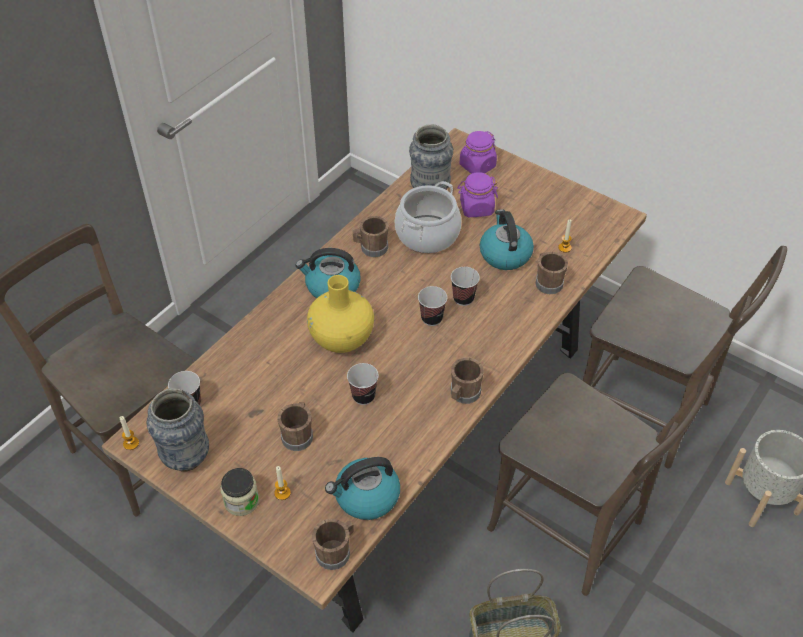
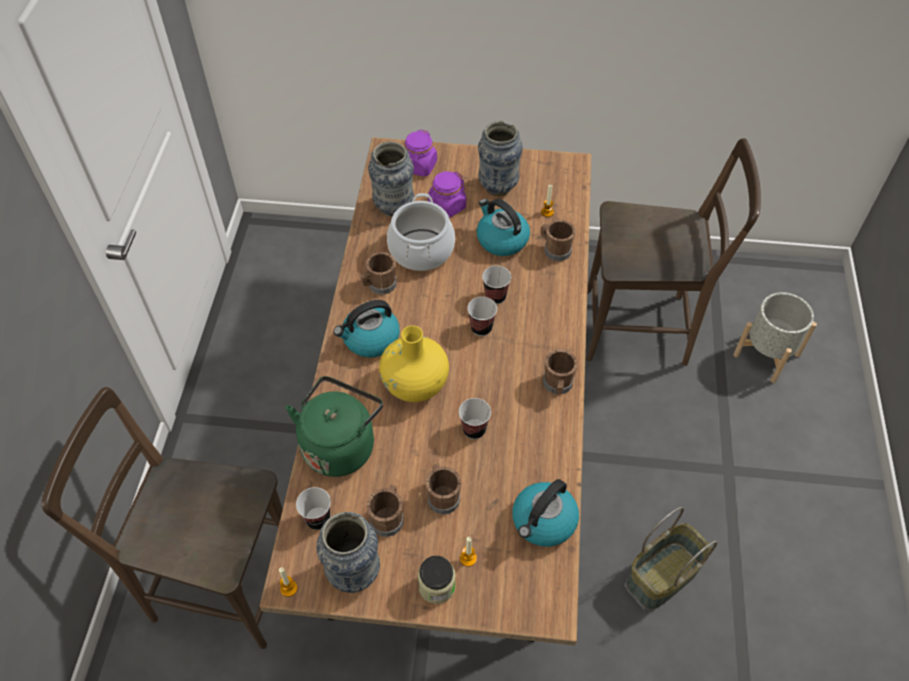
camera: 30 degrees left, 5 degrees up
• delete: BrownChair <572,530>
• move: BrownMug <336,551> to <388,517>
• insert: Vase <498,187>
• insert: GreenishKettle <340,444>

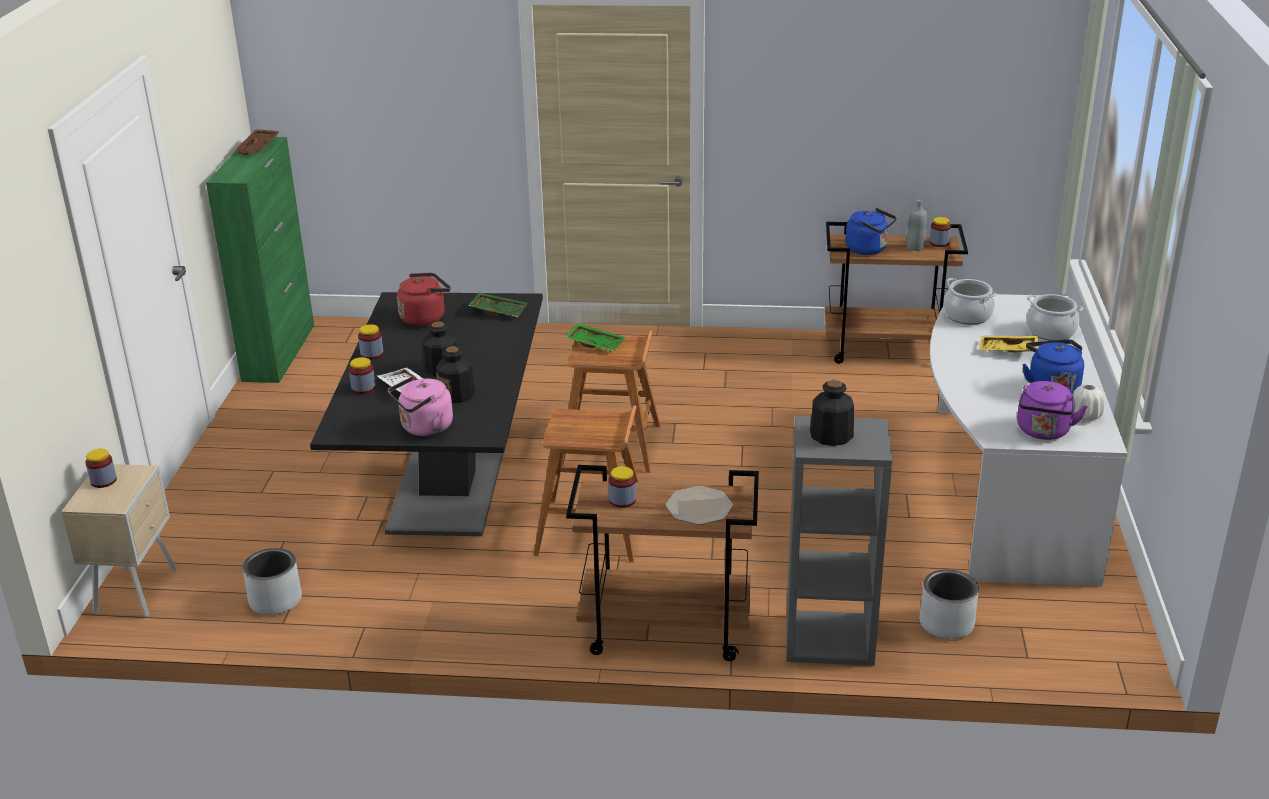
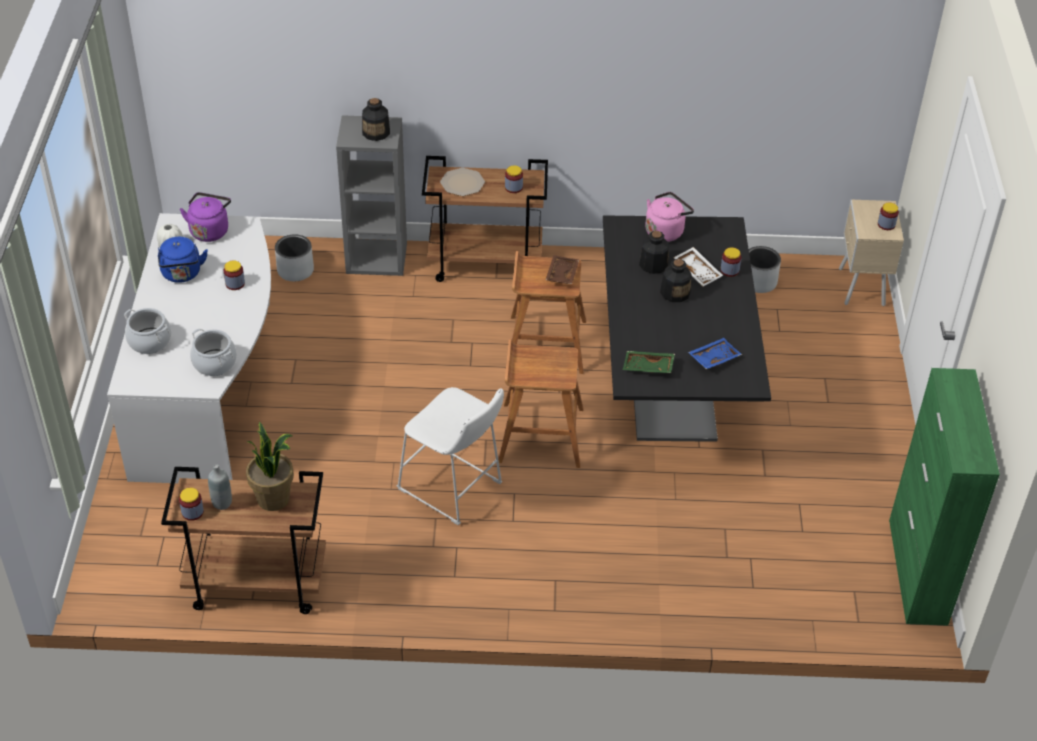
camera: 175 degrees right, 15 degrees up
• move: BrownTray <259,148> to <561,274>
• replace: BlueKettle <869,249> to PlantInAPot <274,498>
• replace: RedColouredKettle <425,317> to BlueTray <713,358>
• delete: GreenishTray <596,343>
• move: PreserveJar <372,354> to <235,284>
• delete: YellowishTray <1007,351>
• insert: WhiteSittingStool <453,489>

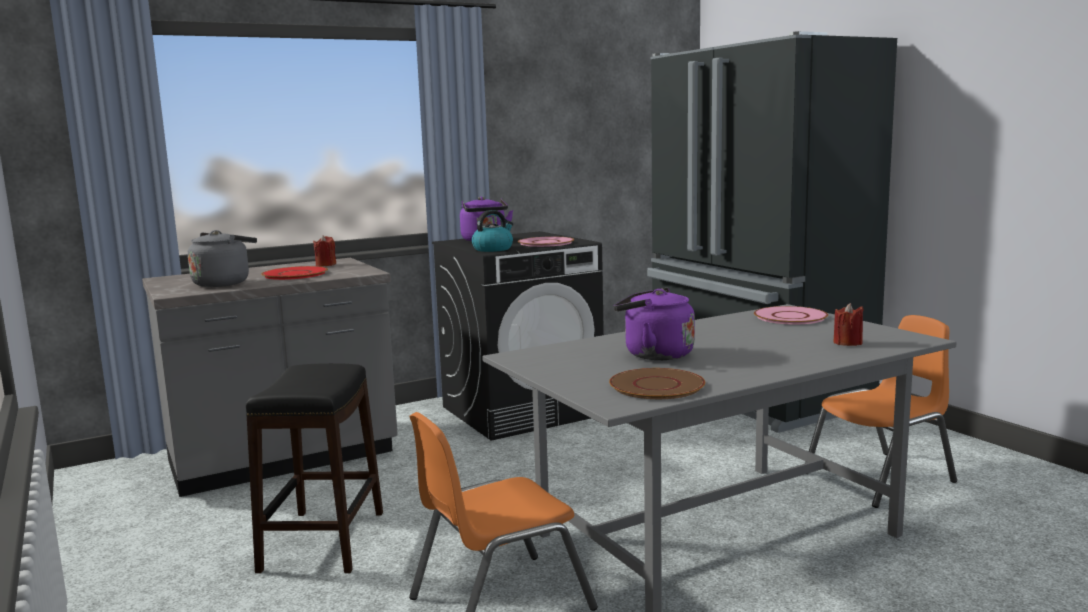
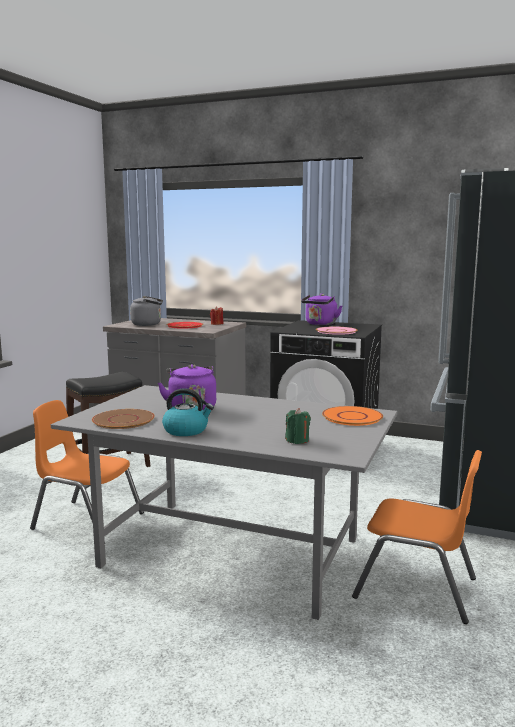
camera: 50 degrees right, 0 degrees up
• move: Kettle <493,249> to <186,430>
• recolor: RedColouredCandle <847,343> to GreenishCandle <297,440>
• recolor: PinkFlatDish <789,317> to OrangeFlatDish <352,417>

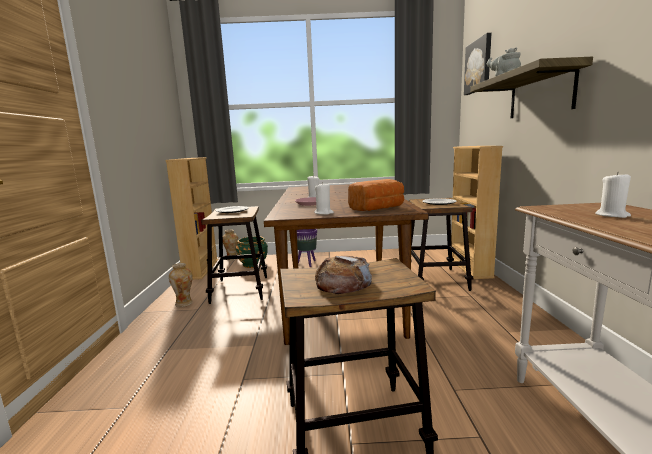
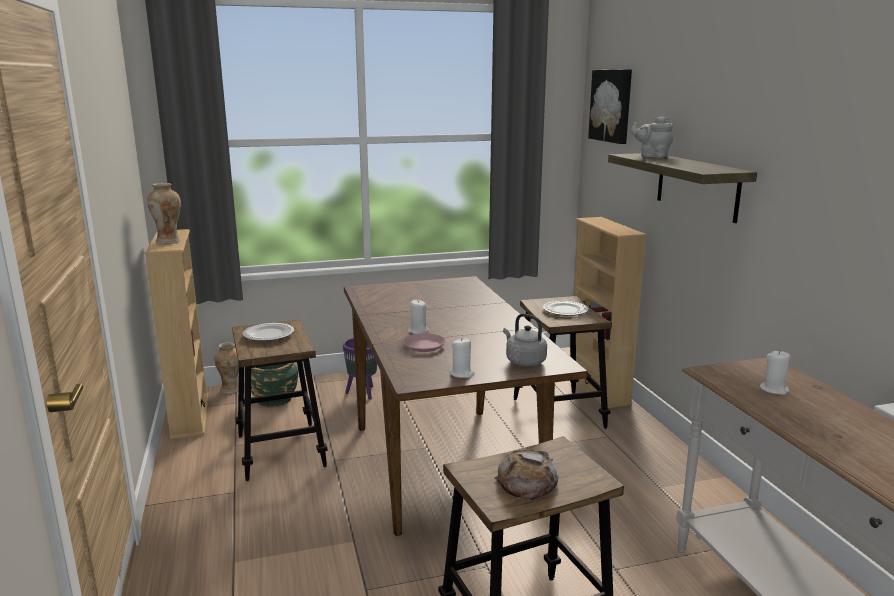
camera: 15 degrees left, 5 degrees up
• replace: BakedBread <378,209> to GreyKettle <524,361>
• move: Vase <184,303> to <168,242>

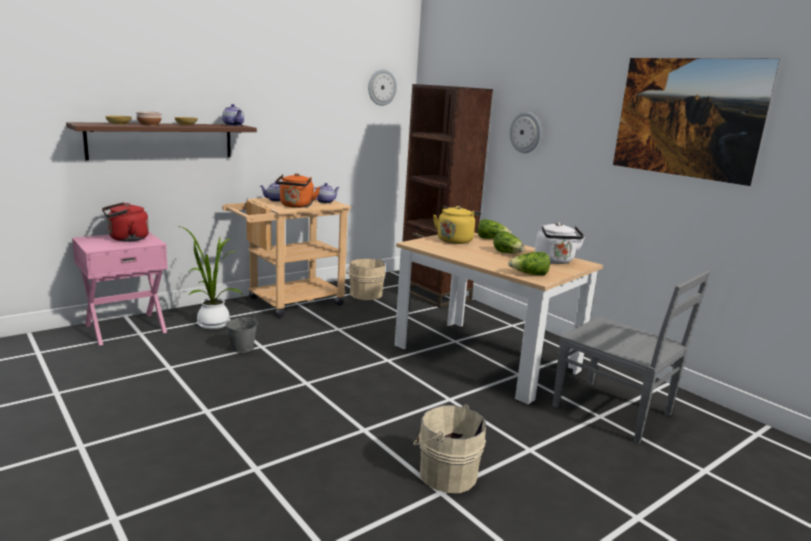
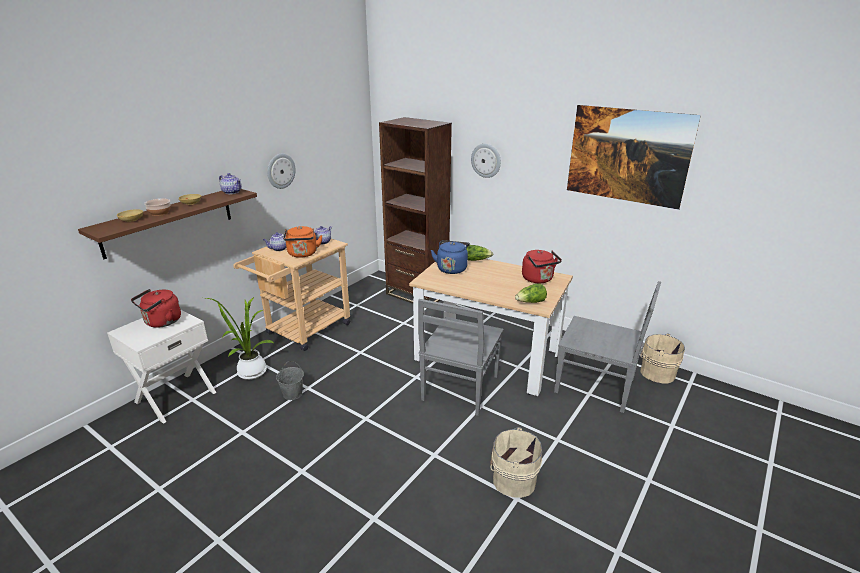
camera: 15 degrees left, 10 degrees up
• move: WallClock <381,87> to <280,171>
• recolor: YellowishKettle <455,240> to BlueKettle <452,268>
• recolor: WhiteKettle <555,261> to RedColouredKettle <538,279>
• delete: LettuceHead <508,253>
• recolor: PinkBedsideTable <125,328> to WhiteBedsideTable <175,396>
• move: SandColouredWaterBucket <365,294> to <656,372>
• insert: GreyChair <459,389>

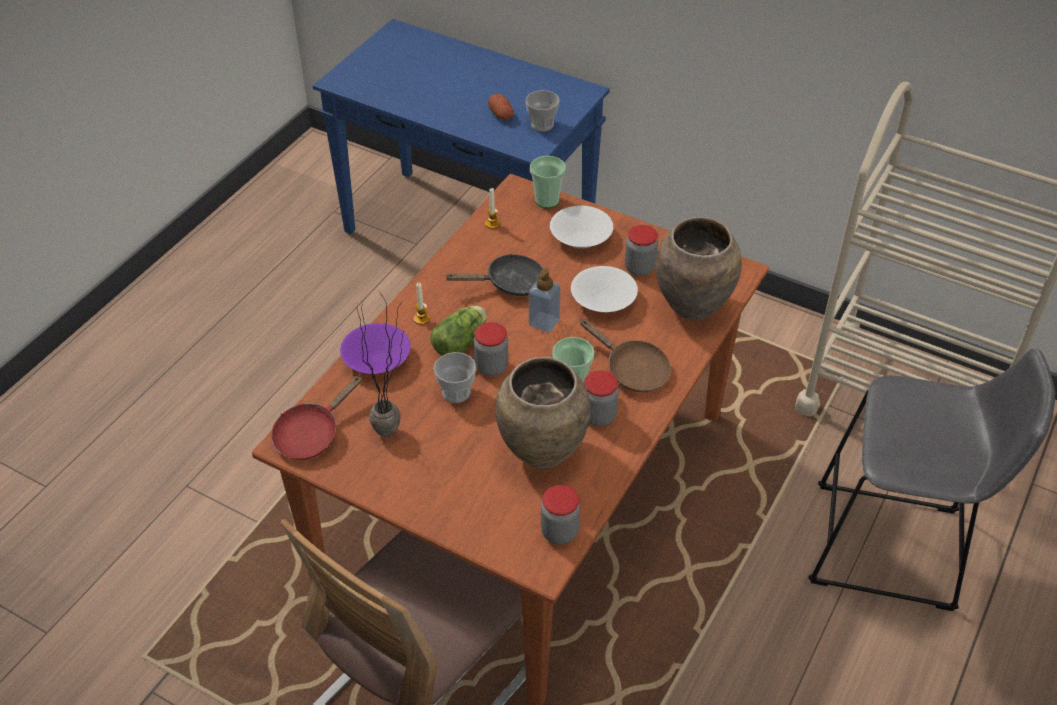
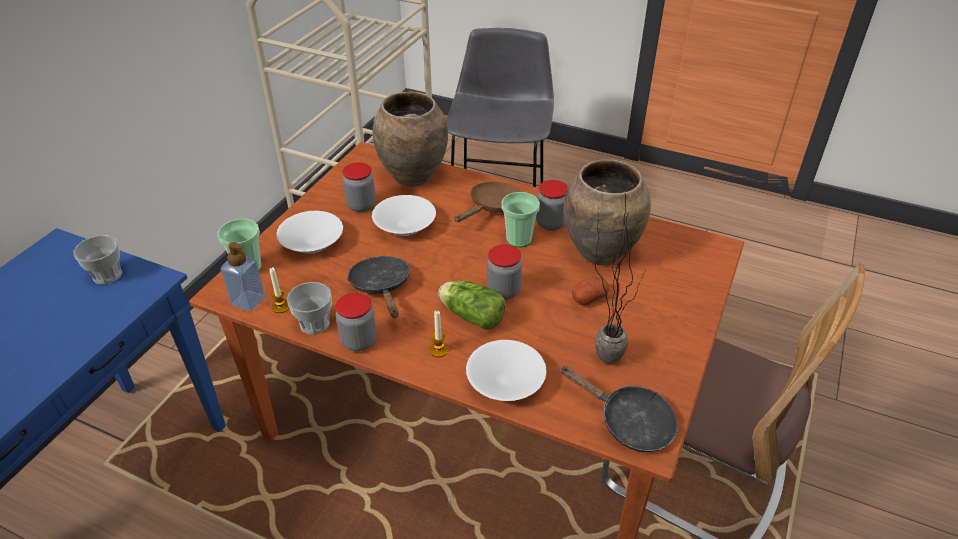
camera: 95 degrees left, 5 degrees down
• move: Spud <501,114> to <589,298>
• move: SoapDispenser <544,322> to <248,301>
• recolor: PurplishBowl <377,358> to WhiteBowl <504,380>
• move: DrinkingCup <456,392> to <314,324>
• recolor: RedColouredSkillet <311,434> to BlackColouredSkillet <629,422>
• move: PreserveJar <559,532> to <359,341>

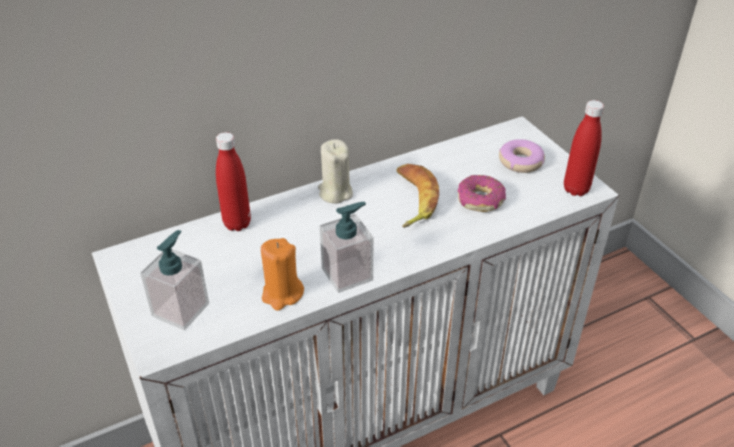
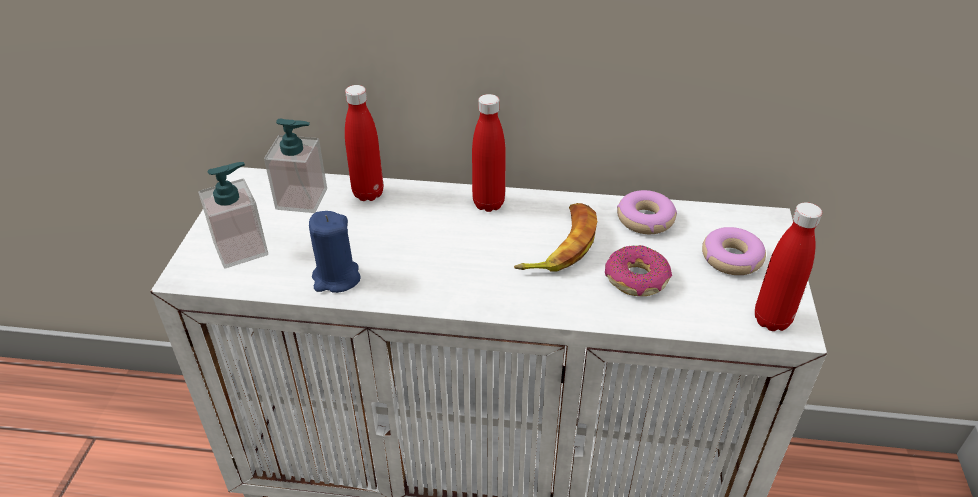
camera: 35 degrees right, 0 degrees up
• replace: SandColouredCandle <335,192> to RedColouredBottle <488,204>
• move: SoapDispenser <347,274> to <302,199>
• recolor: OrangeCandle <282,294> to BlueCandle <336,278>
• insert: Donut <645,219>

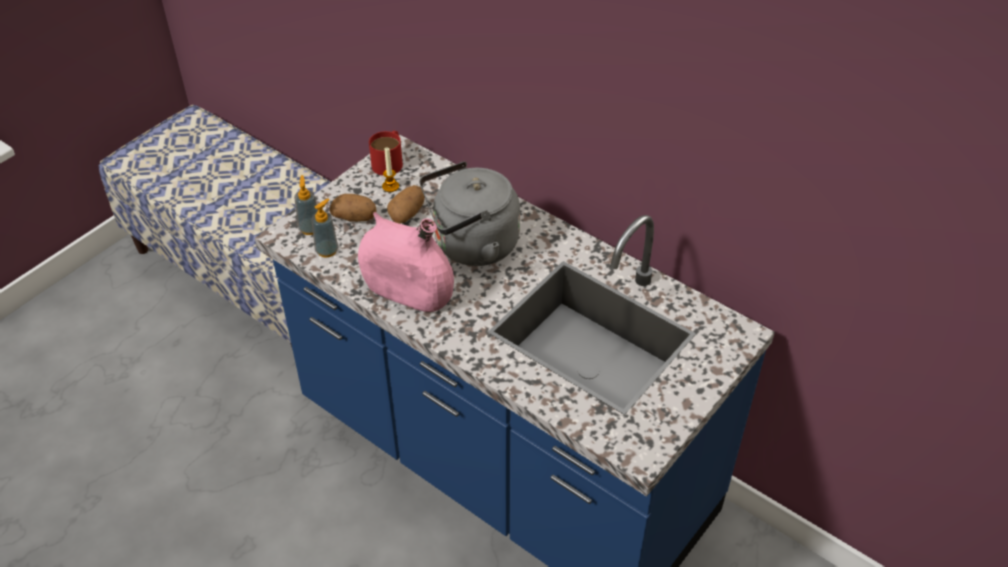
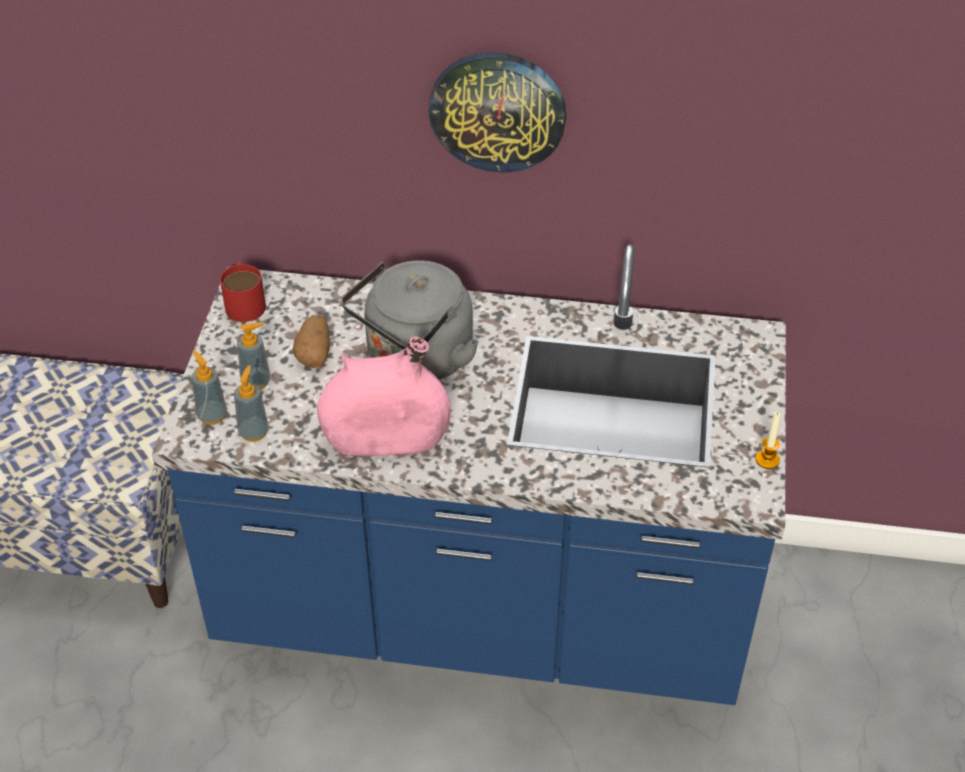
camera: 30 degrees left, 0 degrees up
• move: Candle <390,186> to <767,460>
• replace: Spud <355,217> to SoapDispenser <256,381>
• insert: WallClock <497,111>

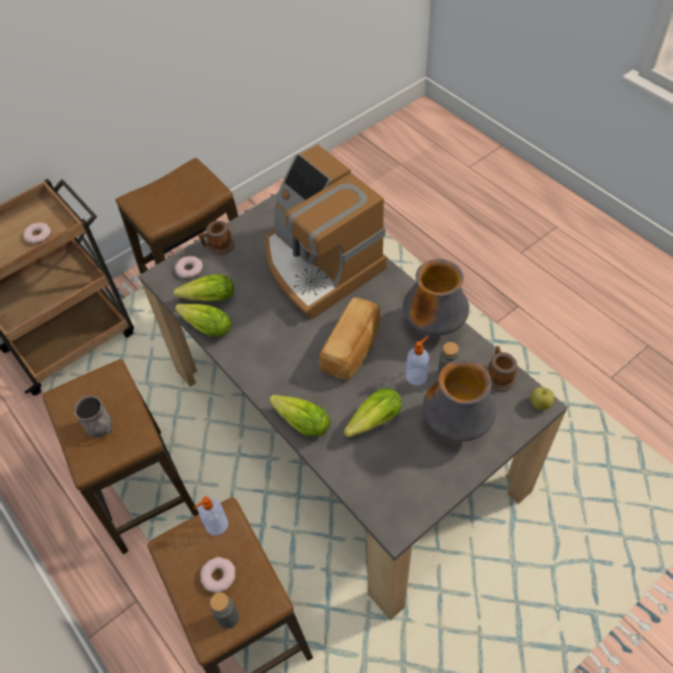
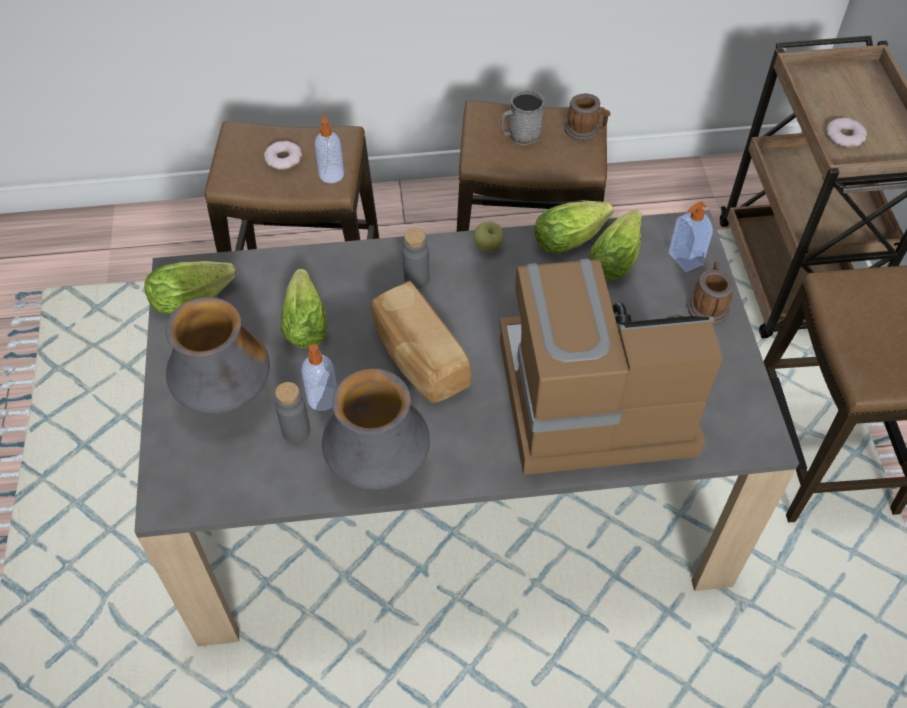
camera: 120 degrees right, 0 degrees up
• replace: Donut <189,269> to SoapDispenser <684,259>
• move: Mug <498,376> to <585,130>
• move: AppleFruit <540,404> to <488,246>
• move: LettuceHead <299,421> to <196,296>
• move: GreyBottle <228,617> to <416,279>

